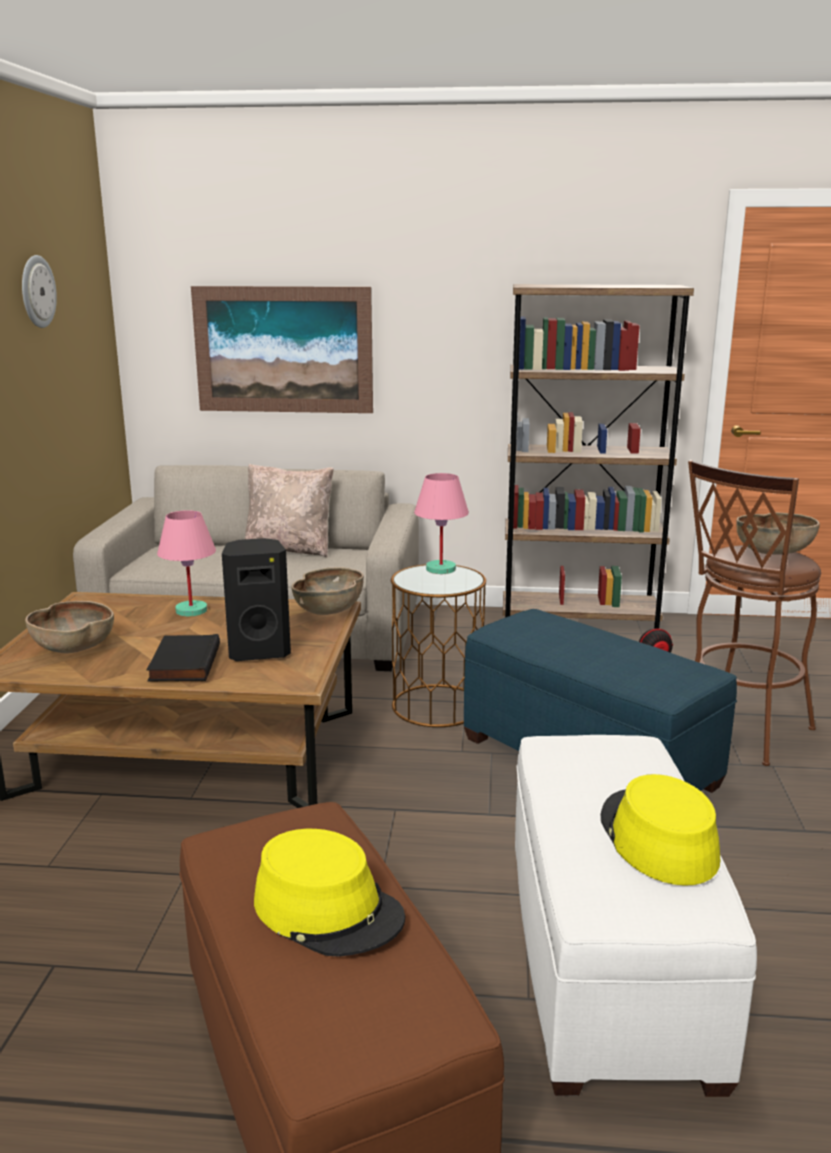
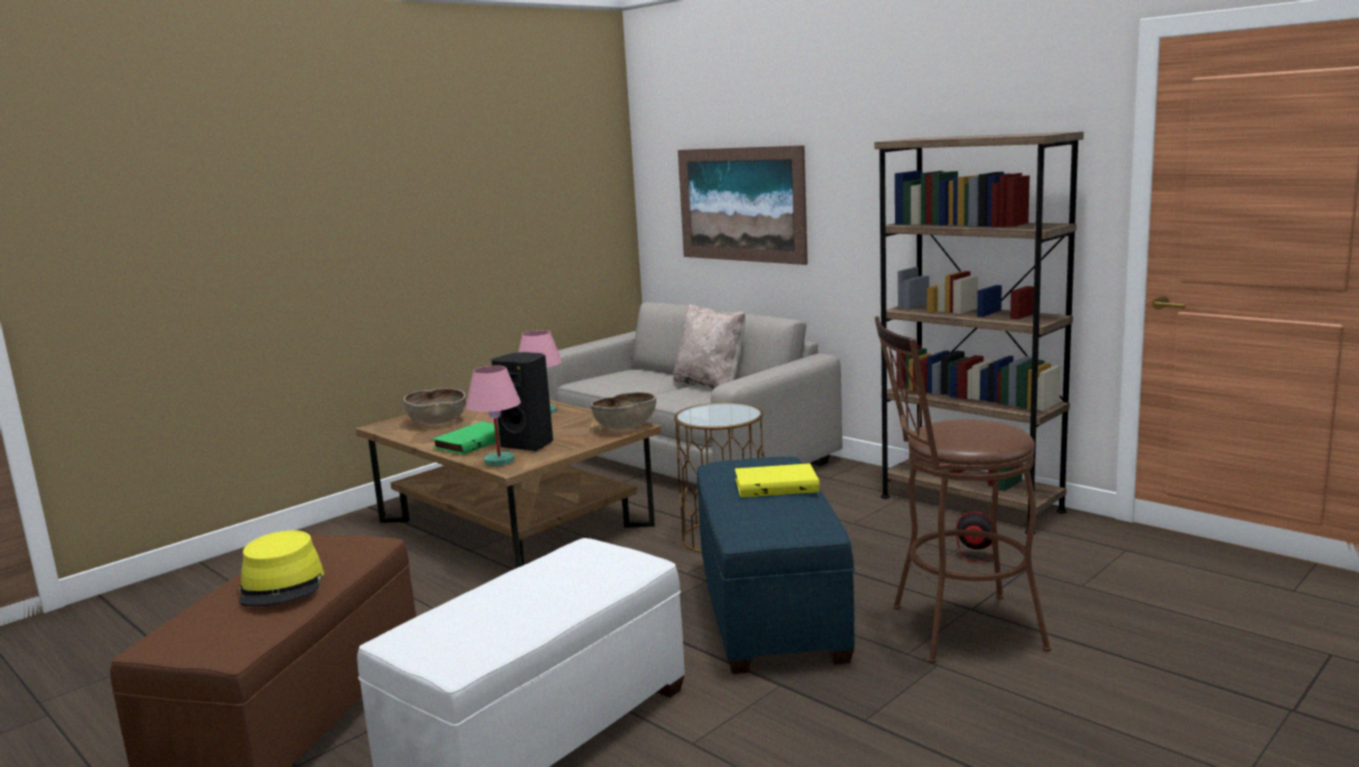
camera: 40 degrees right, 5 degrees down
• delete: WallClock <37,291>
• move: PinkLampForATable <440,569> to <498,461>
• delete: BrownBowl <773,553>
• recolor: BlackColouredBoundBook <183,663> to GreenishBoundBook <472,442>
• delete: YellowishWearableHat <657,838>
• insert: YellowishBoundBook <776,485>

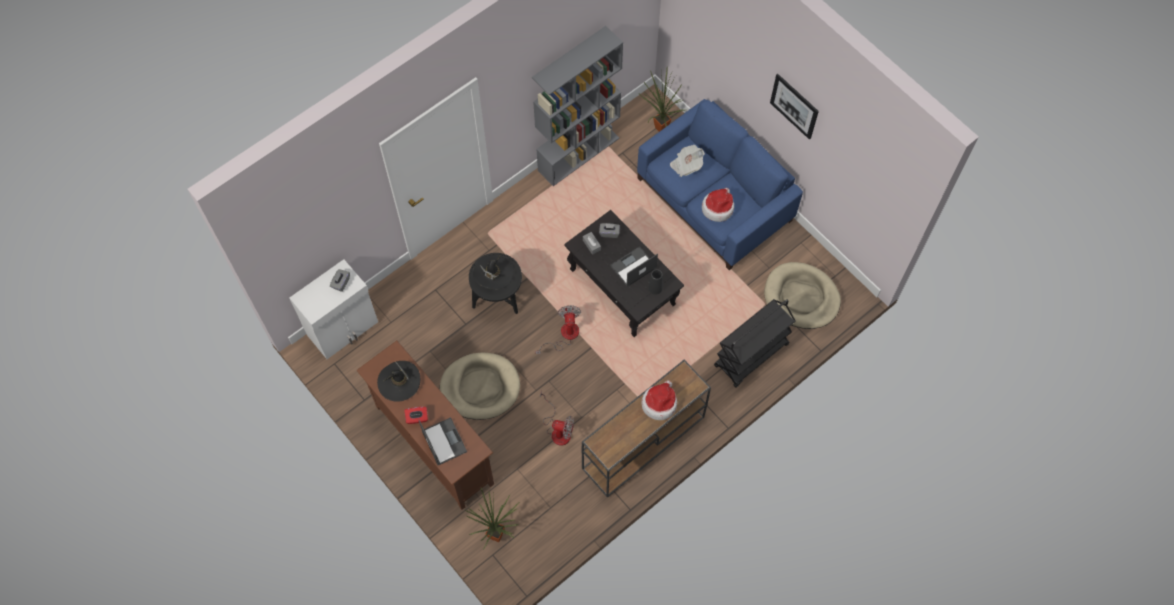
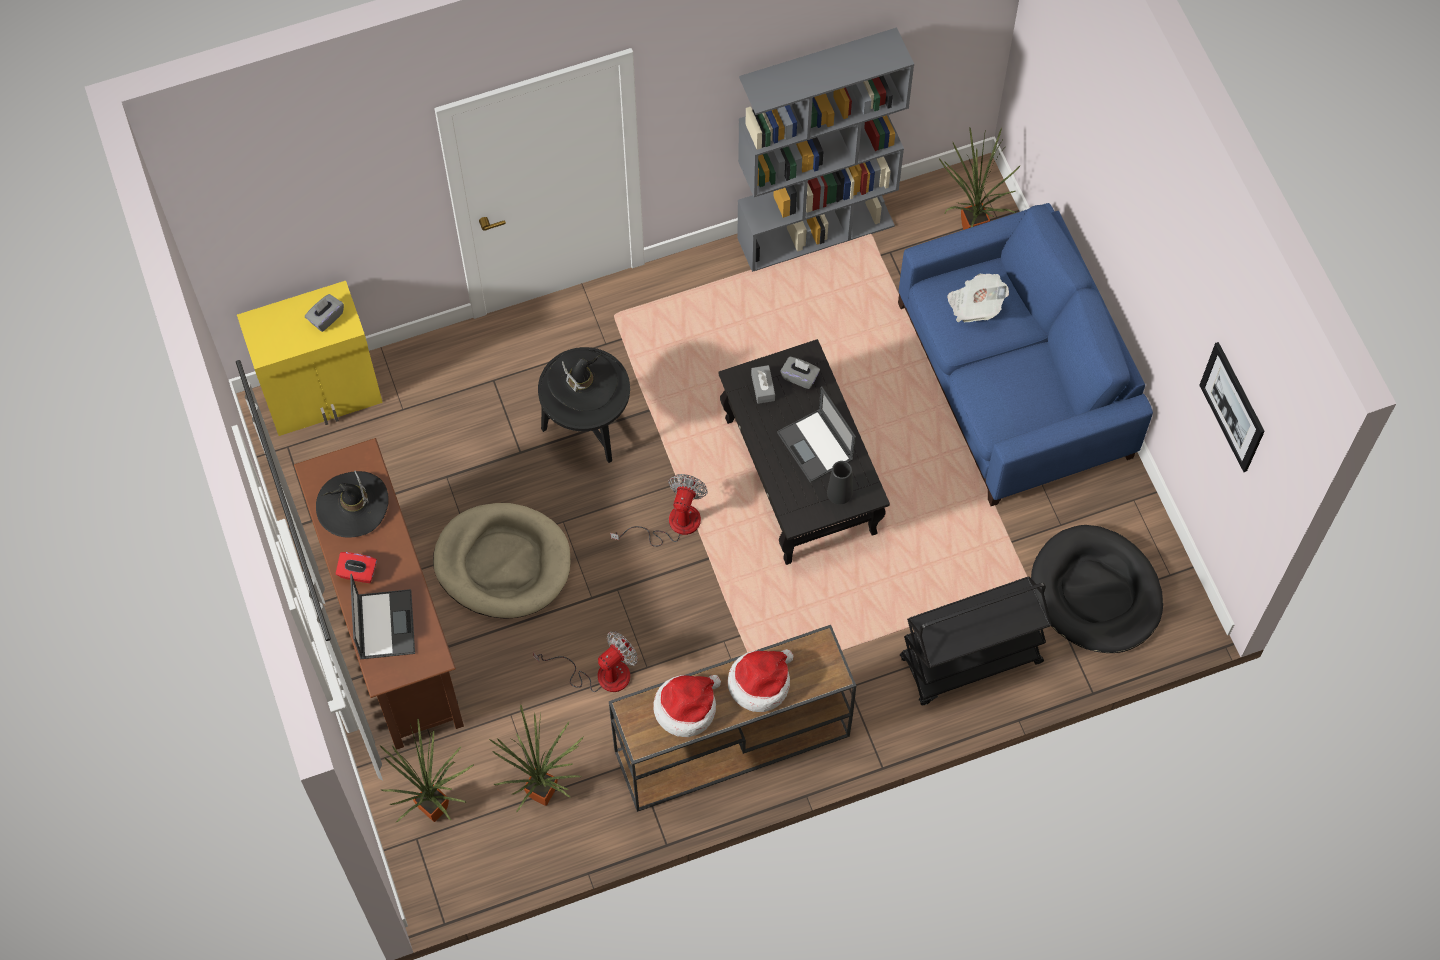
camera: 20 degrees right, 0 degrees up
• move: WallPicture <794,106> to <1232,407>
• move: WearableHat <717,208> to <686,707>
• rotate: Laptop <633,267> = <816,446> 105 degrees counterclockwise
• recolor: WhiteStorageCabinet <344,329> to YellowishStorageCabinet <324,396>
• recolor: SandColouredDogCushion <801,297> to BlackColouredDogCushion <1096,592>
• rotate: CoolingFan <558,430> = <601,674> 75 degrees counterclockwise
• insert: PlantInAPot <545,791>

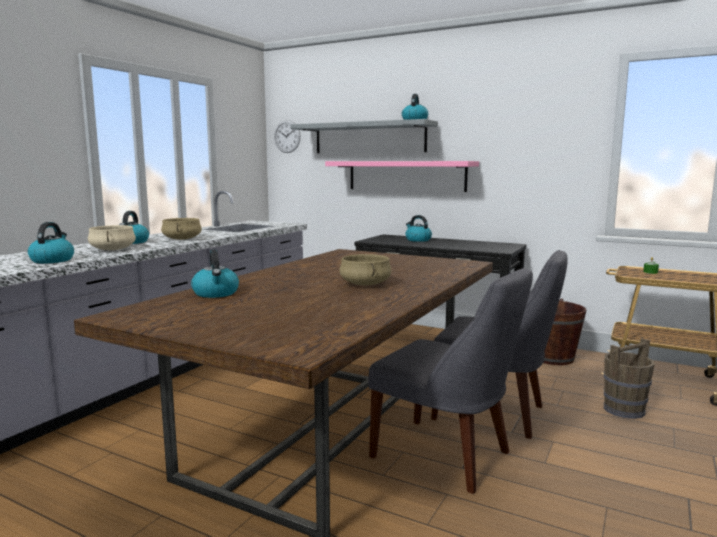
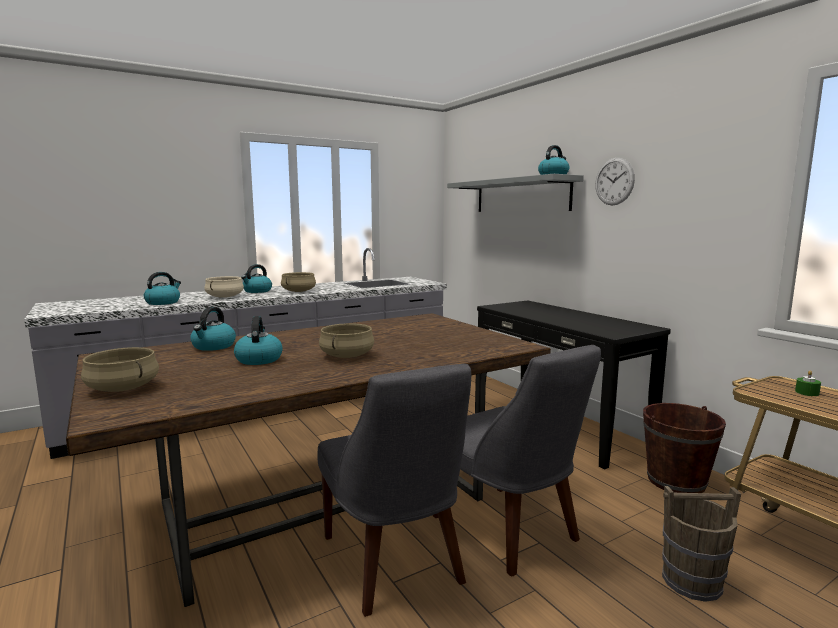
camera: 30 degrees right, 0 degrees up
• move: WallClock <287,136> to <614,181>
• delete: PinkBracketShelf <406,175>
• move: Kettle <417,240> to <259,359>
• insert: SandColouredSaucepot <124,388>

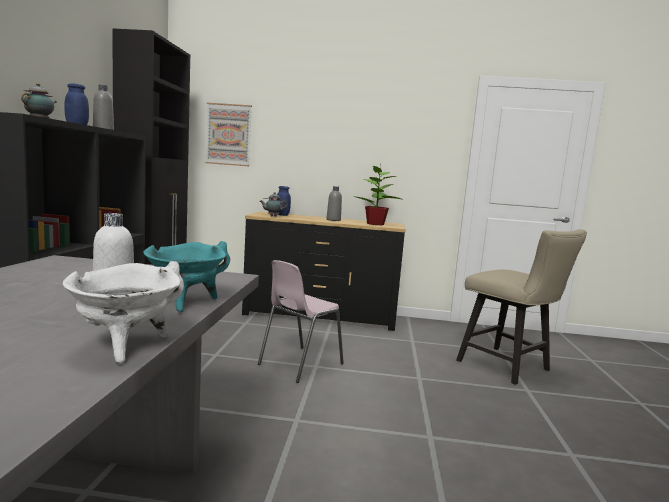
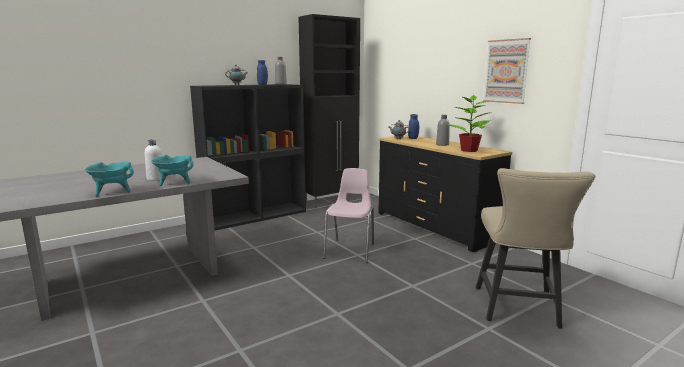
camera: 50 degrees right, 5 degrees up
• move: WallPicture <228,134> to <506,71>
• rotate: PinkChair <299,364> = <350,251> 105 degrees clockwise
• recolor: WhiteSaucepot <126,347> to TurquoiseColouredSaucepot <112,192>

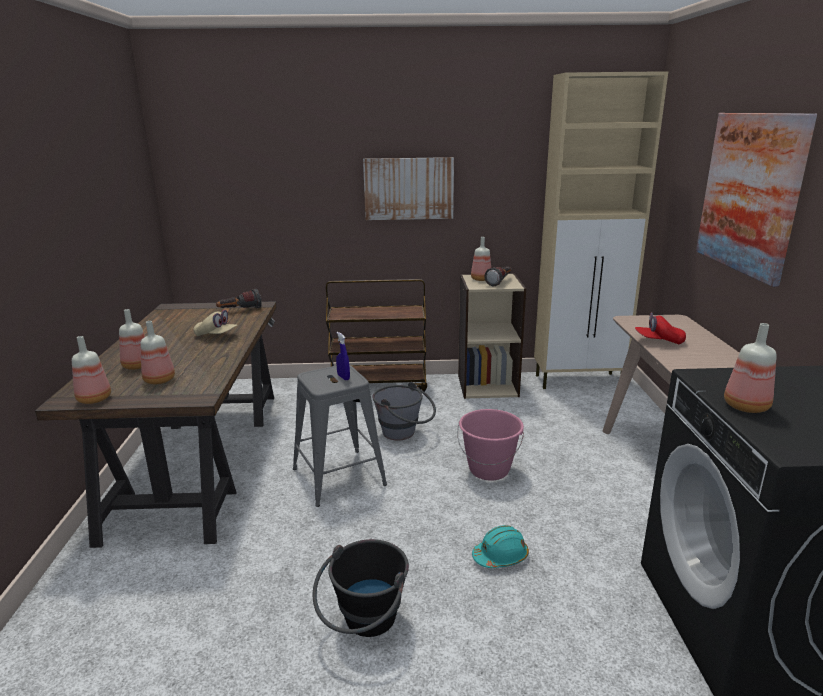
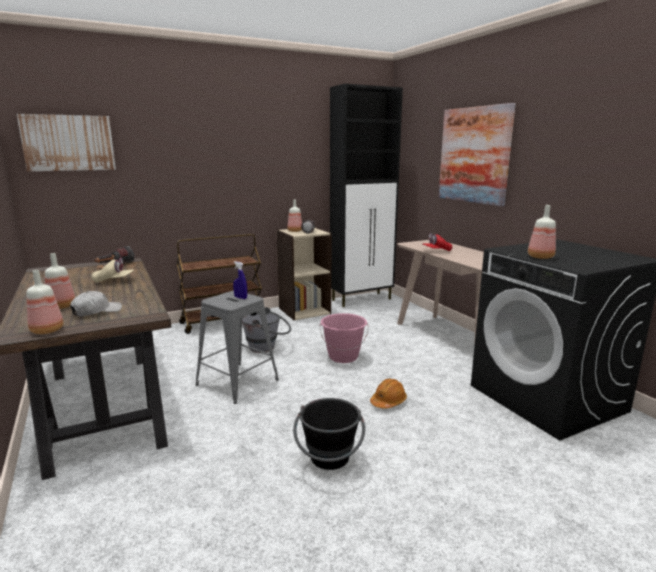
camera: 25 degrees left, 5 degrees down
• recolor: SandColouredStorageCabinet <579,381> to BlackColouredStorageCabinet <362,299>
• move: WallPicture <408,188> to <68,143>
• replace: Bottle <159,380> to WhitePeakedCap <96,311>
• recolor: TurquoiseColouredHardHat <500,556> to OrangeHardHat <388,401>

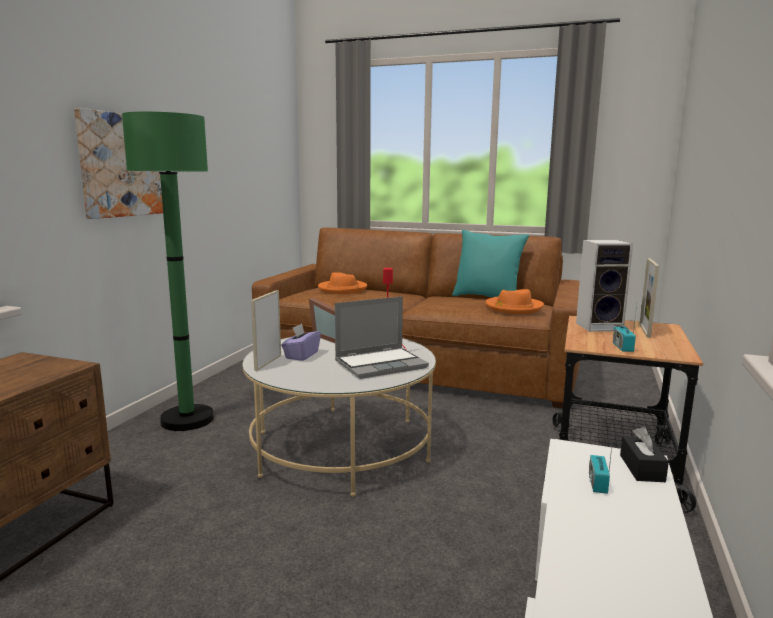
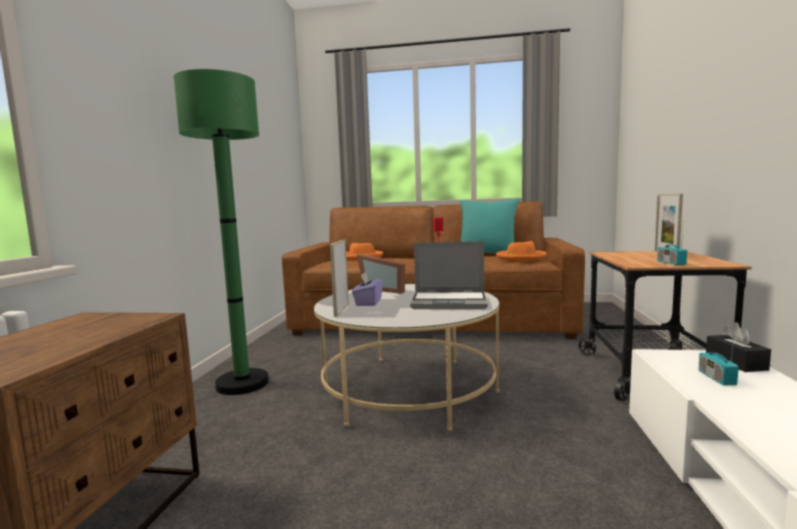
camera: 10 degrees left, 5 degrees down
• delete: WallPicture <120,165>
• delete: AudioSpeaker <600,326>
• rotate: Laptop <381,364> = <450,302> 45 degrees clockwise

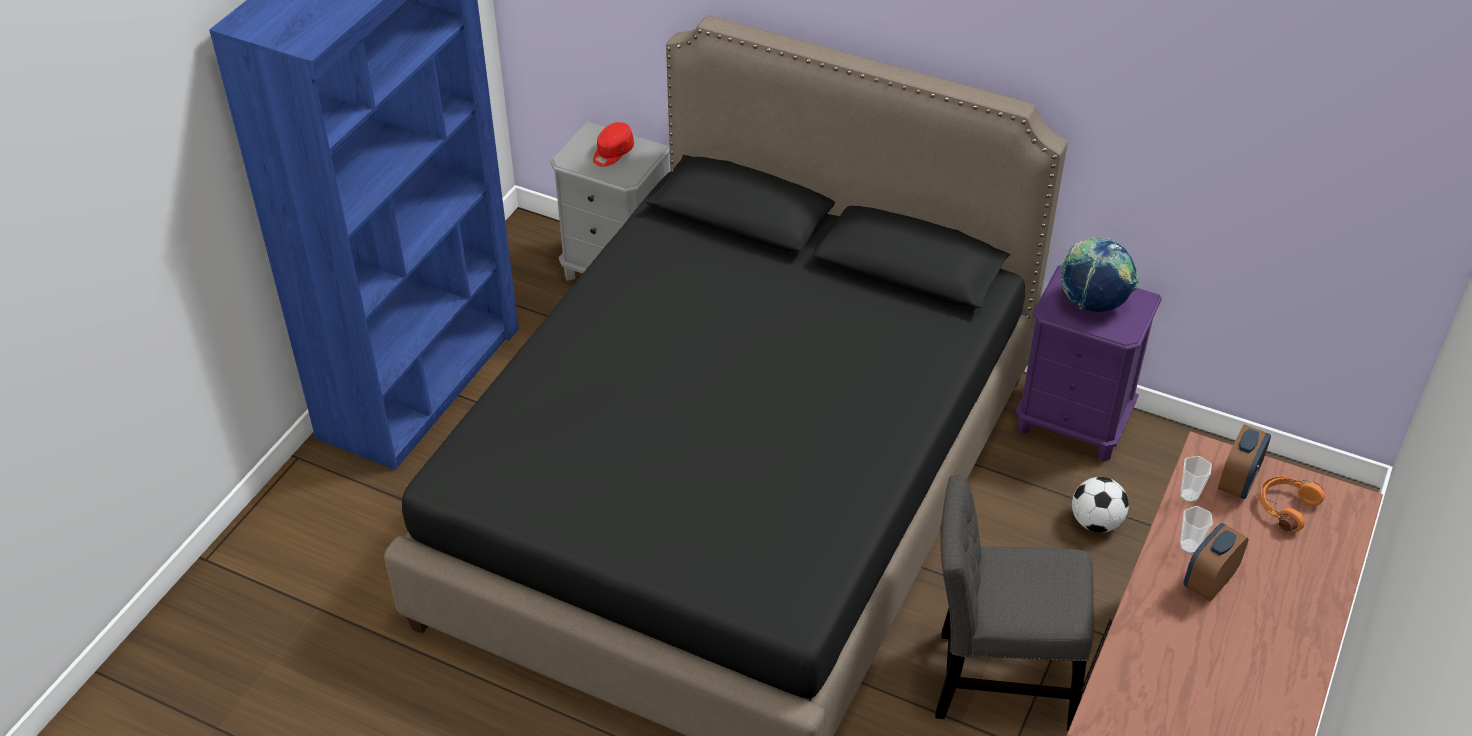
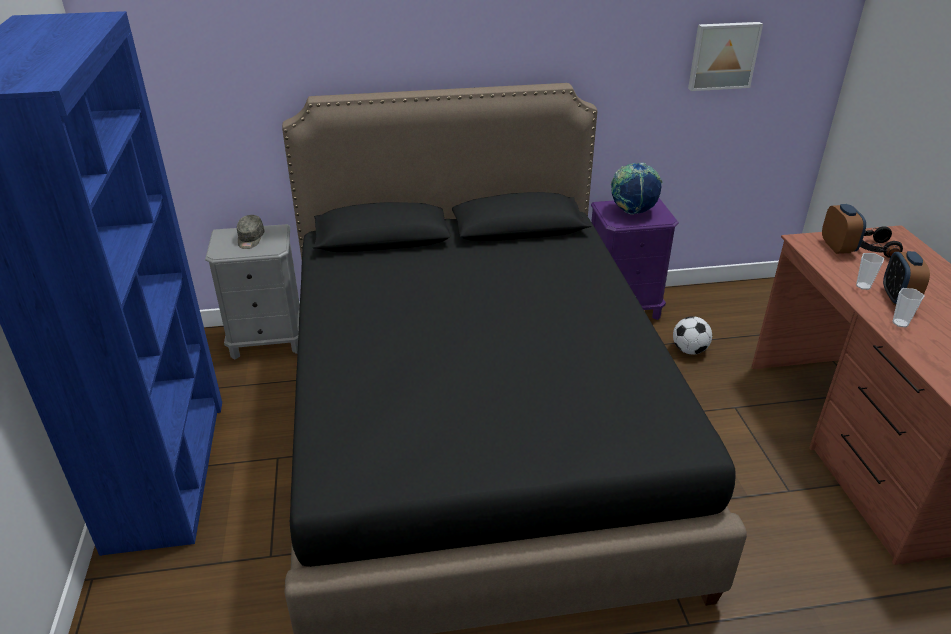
camera: 35 degrees left, 10 degrees down
• recolor: RedColouredPeakedCap <612,153> to GreyPeakedCap <250,239>
• move: DrinkingCup <1189,495> to <900,323>
• delete: GreyChair <996,681>
• recolor: OrangePairOfHeadphones <1285,507> to BlackColouredPairOfHeadphones <874,249>
• insert: WallPicture <723,55>

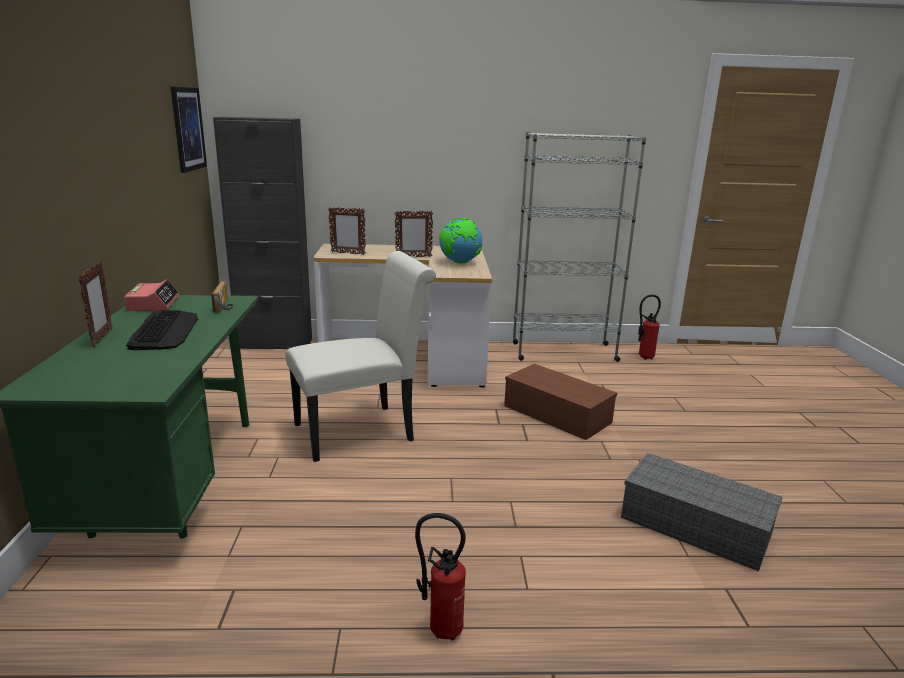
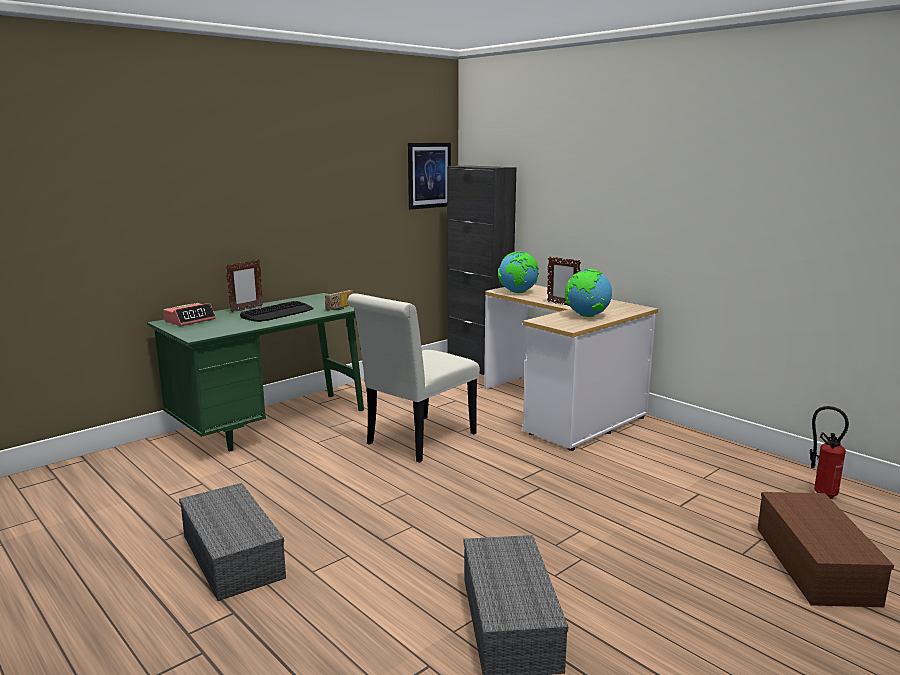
camera: 50 degrees right, 5 degrees down
• delete: GreyBookshelf <563,352>
• replace: PhotoFrame <347,253> to DeskGlobe <518,292>
• rotate: WhiteChair <362,431> = <416,441> 105 degrees clockwise
• move: AlarmClock <153,304> to <190,320>
• move: BrownStorageContainer <555,414> to <812,563>
• replace: Extinguisher <440,629> to GreyStorageContainer <234,556>

